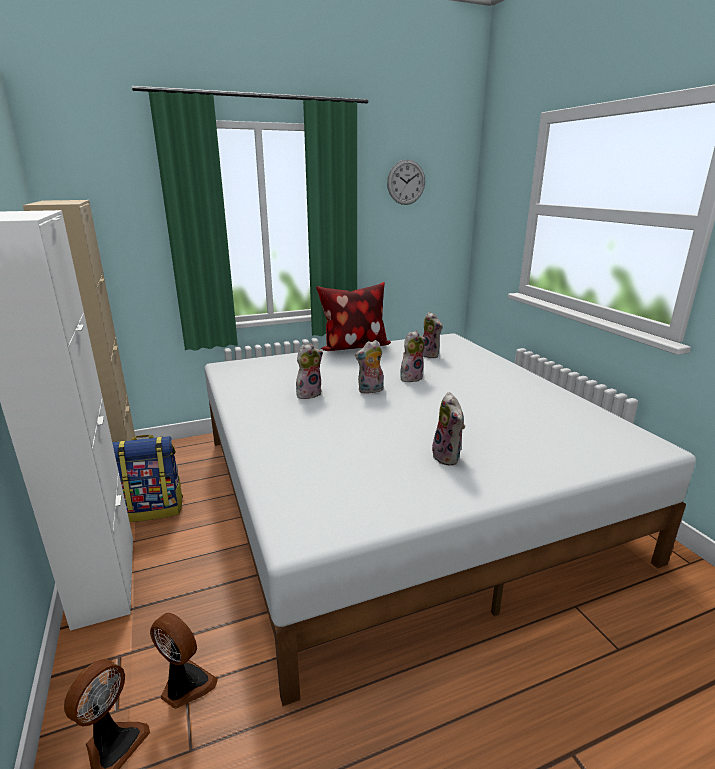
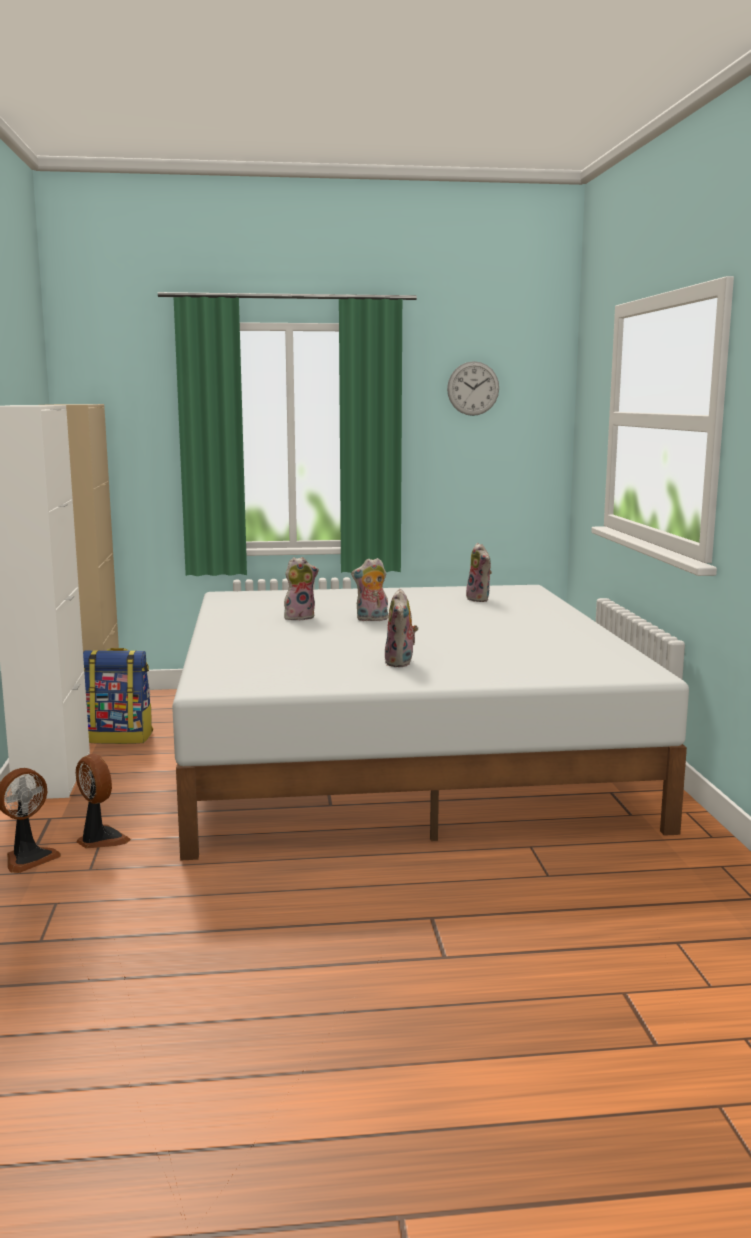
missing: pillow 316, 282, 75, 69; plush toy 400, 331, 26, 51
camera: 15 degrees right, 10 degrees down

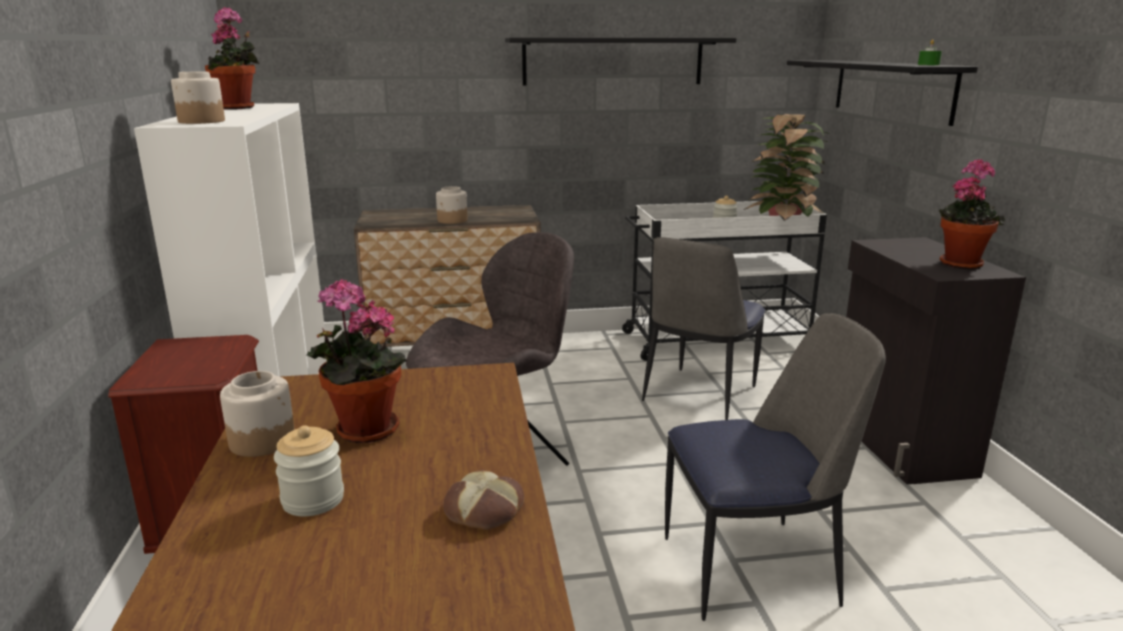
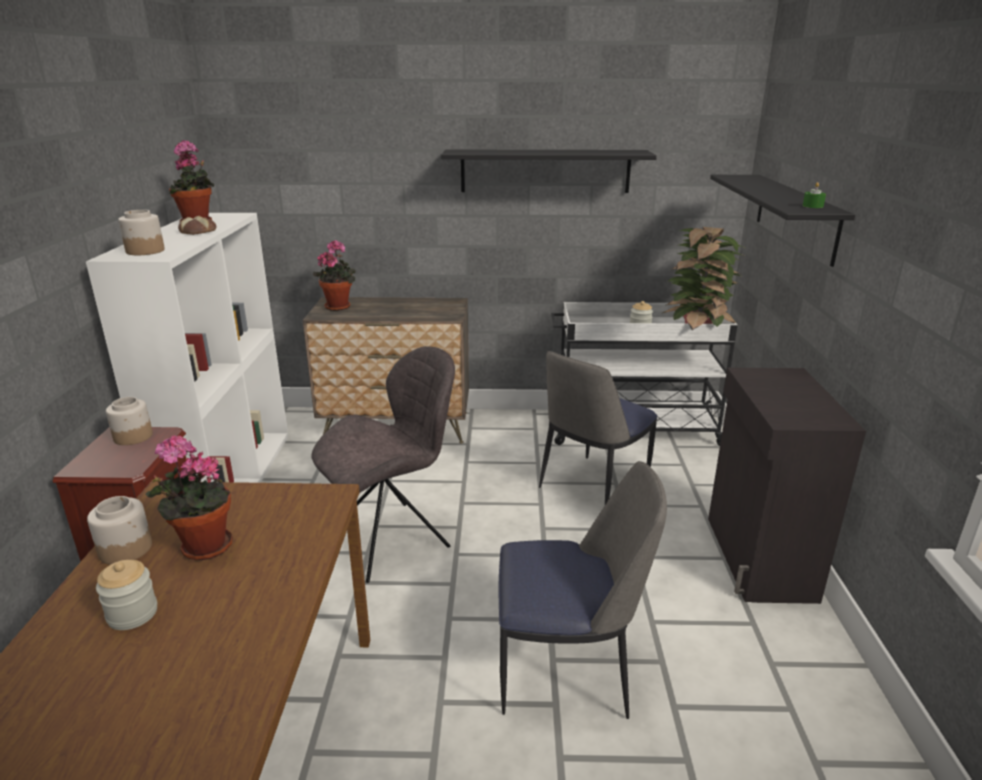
relocated: houseplant 939, 159, 66, 110 to 313, 240, 43, 71; jar 436, 186, 31, 38 to 106, 397, 47, 48; bread 443, 470, 81, 60 to 178, 216, 39, 19
camera: 10 degrees right, 5 degrees up

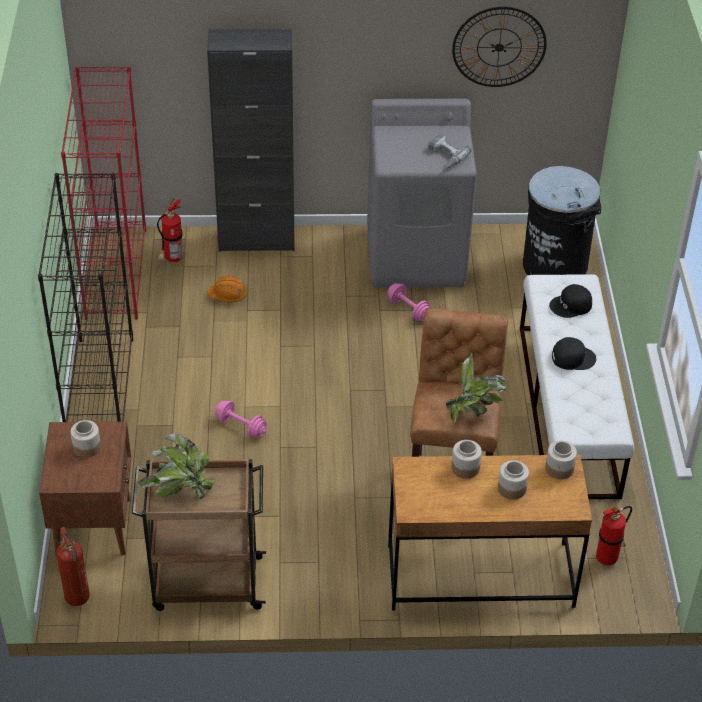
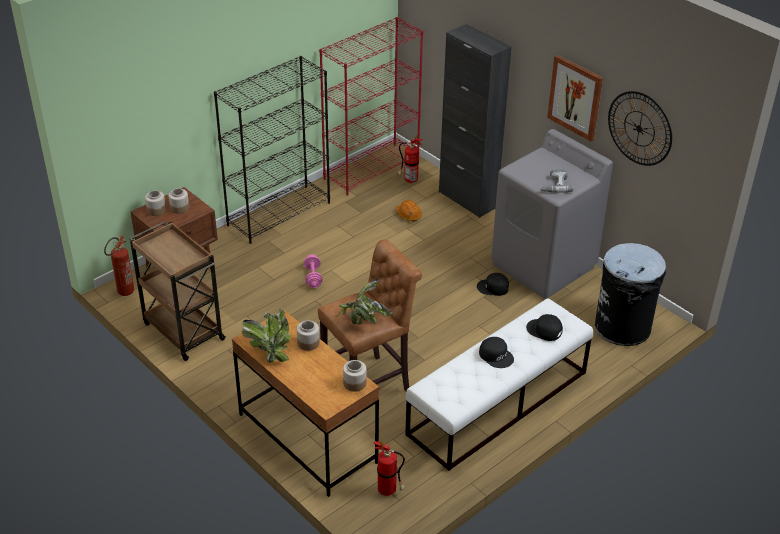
appeared: picture 547, 55, 56, 87
relocated: houseplant 138, 434, 78, 65 to 242, 309, 49, 53; jar 498, 460, 31, 40 to 145, 190, 21, 26
exchanged: pinkish dumbbell 387, 283, 44, 38 to black-coloured baseball cap 477, 273, 32, 23
camera: 50 degrees right, 5 degrees down

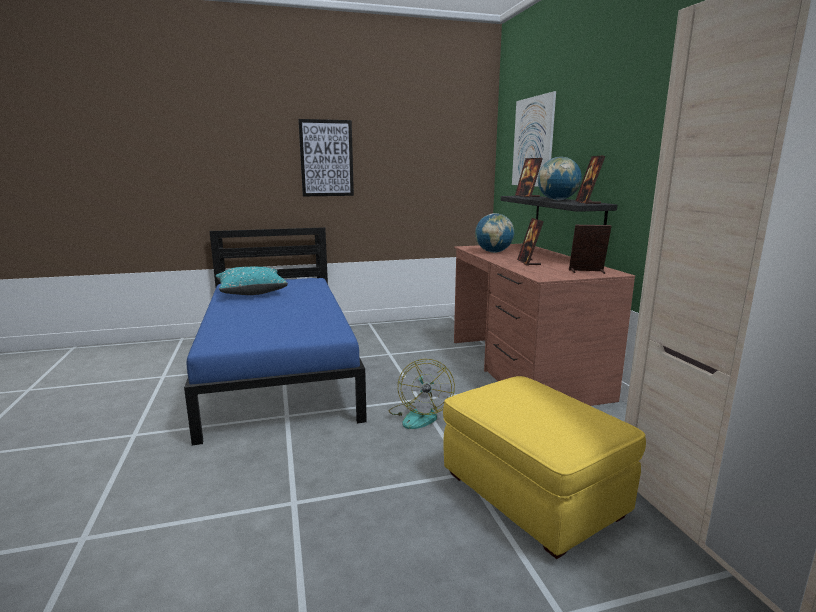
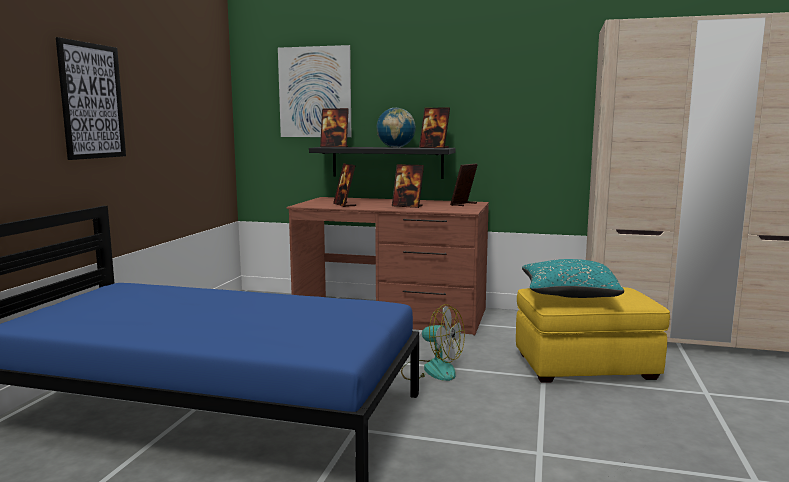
relocated: turquoise-coloured pillow 216, 267, 72, 28 to 522, 259, 102, 39
exchanged: world globe 475, 213, 39, 40 to picture frame 333, 163, 23, 44
camera: 60 degrees left, 5 degrees down

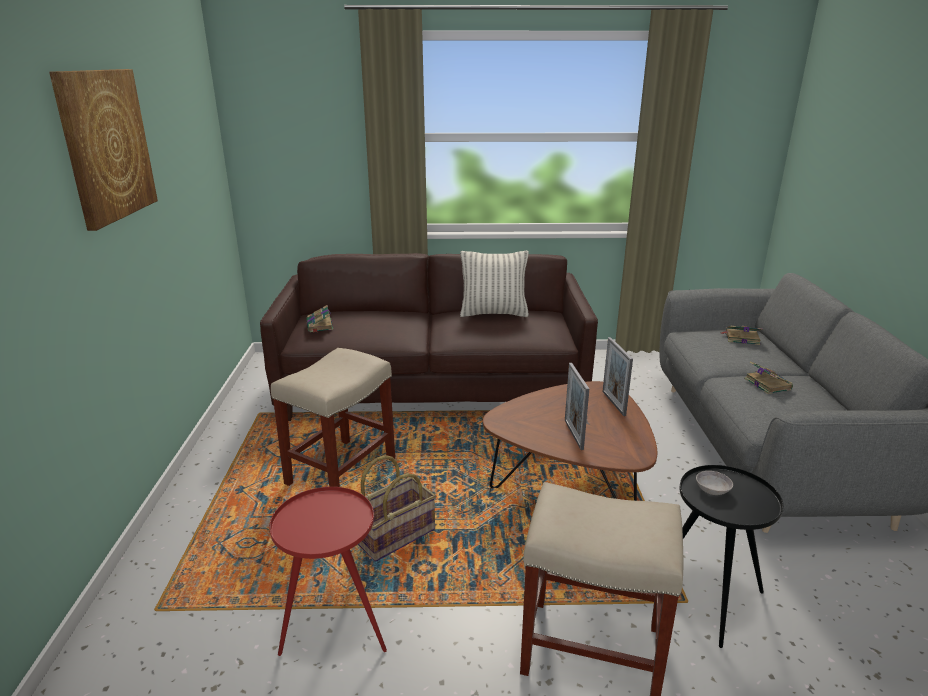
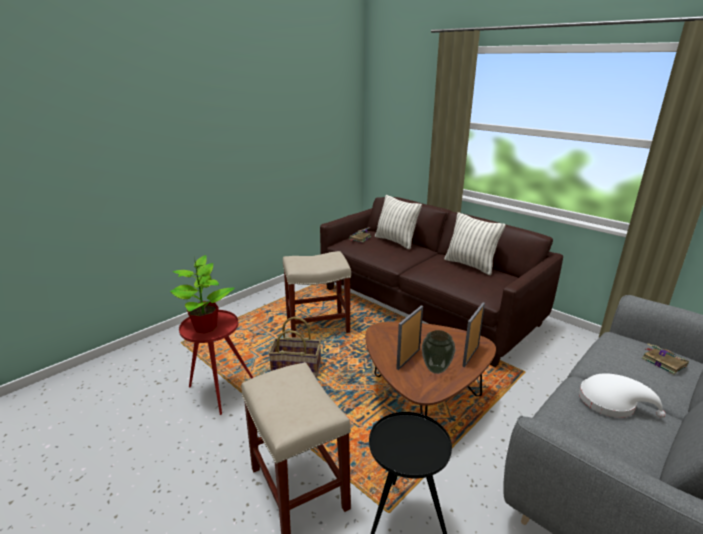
missing: picture 49, 69, 109, 162; gray deep dish 696, 471, 37, 24
appeared: pillow 375, 195, 47, 54; houseplant 170, 255, 65, 79; vase 422, 330, 33, 44
exchanged: volume 744, 361, 49, 33 to white-coloured wearable hat 579, 373, 87, 45
camera: 45 degrees right, 0 degrees up

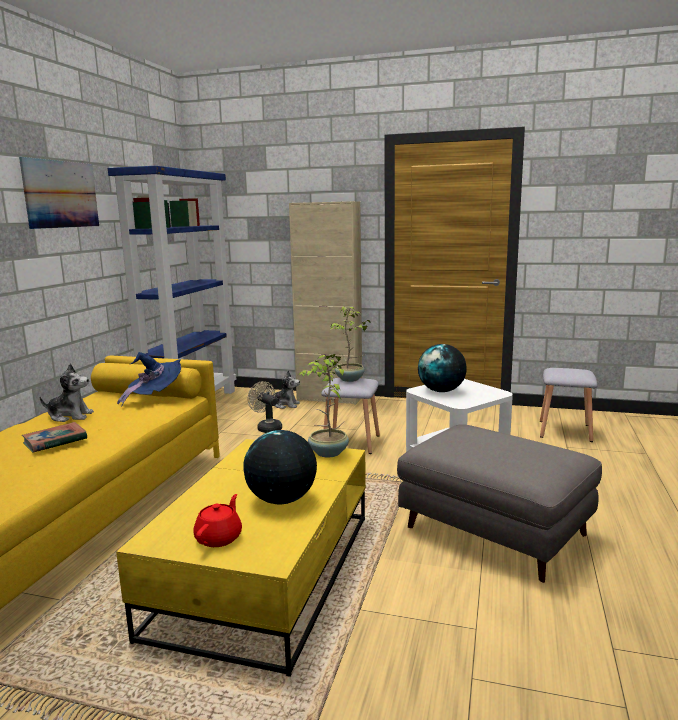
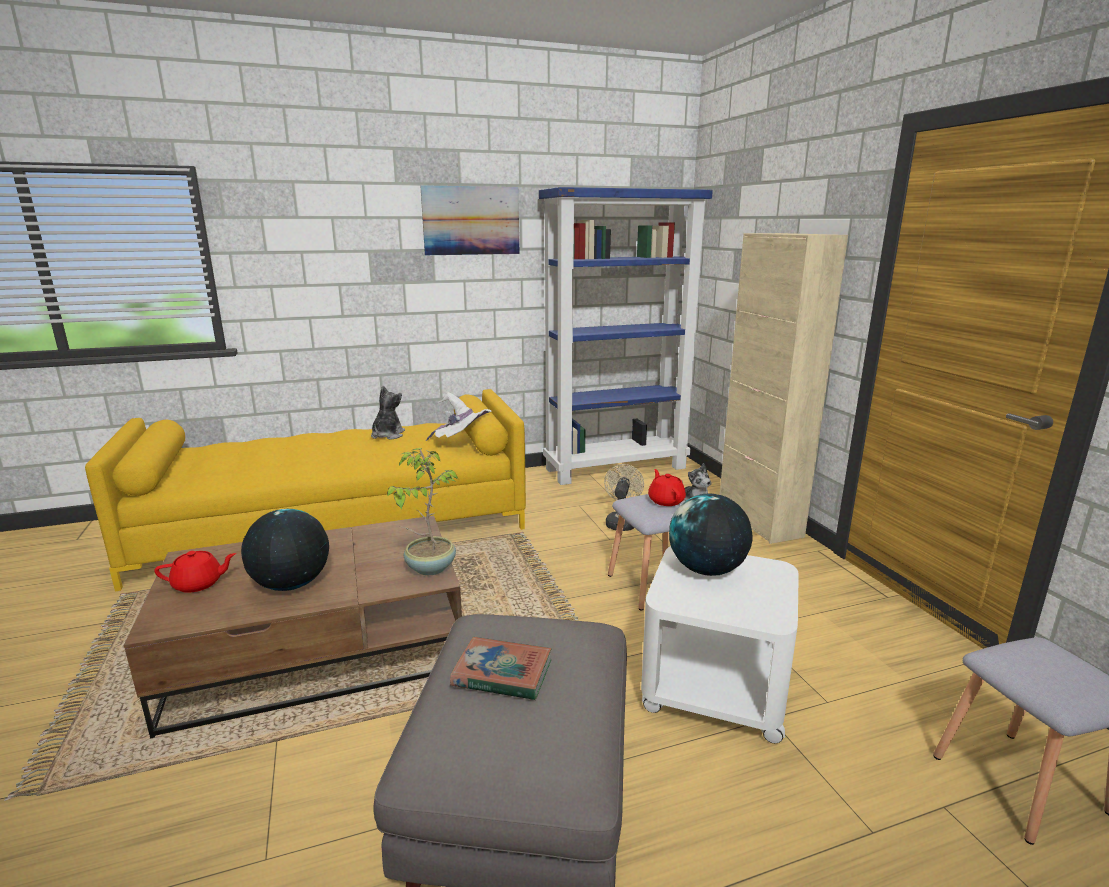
relocated: volume 22, 422, 65, 30 to 450, 637, 102, 63
exchanged: houseplant 330, 306, 41, 76 to red tea pot 648, 469, 38, 37
colour: blue wearable hat 117, 352, 64, 54 to white-coloured wearable hat 426, 392, 66, 49; yellow-coloured lounge table 116, 439, 250, 238 to brownish lounge table 124, 516, 338, 222
spun: plush toy 39, 364, 55, 58 = 371, 386, 34, 54 135 degrees counterclockwise
camera: 55 degrees right, 5 degrees up

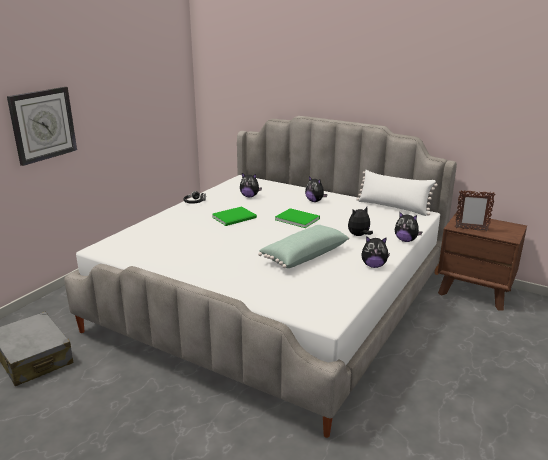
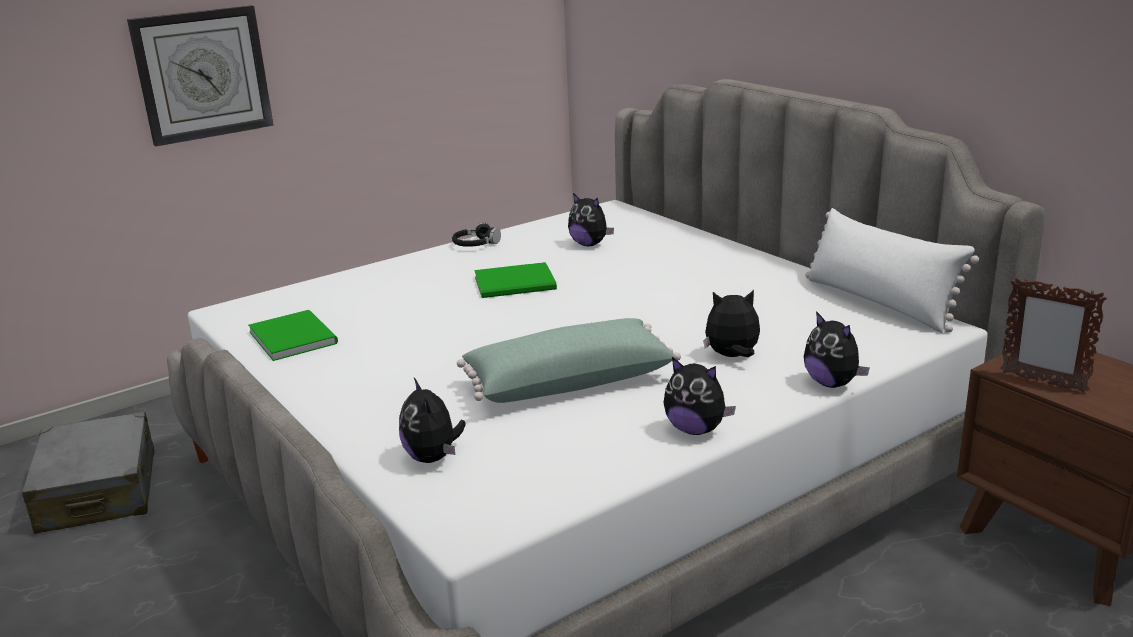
relocated: plush toy 305, 176, 22, 26 to 399, 378, 67, 85; green-coloured volume 275, 208, 45, 20 to 248, 310, 90, 51
camera: 25 degrees right, 0 degrees up

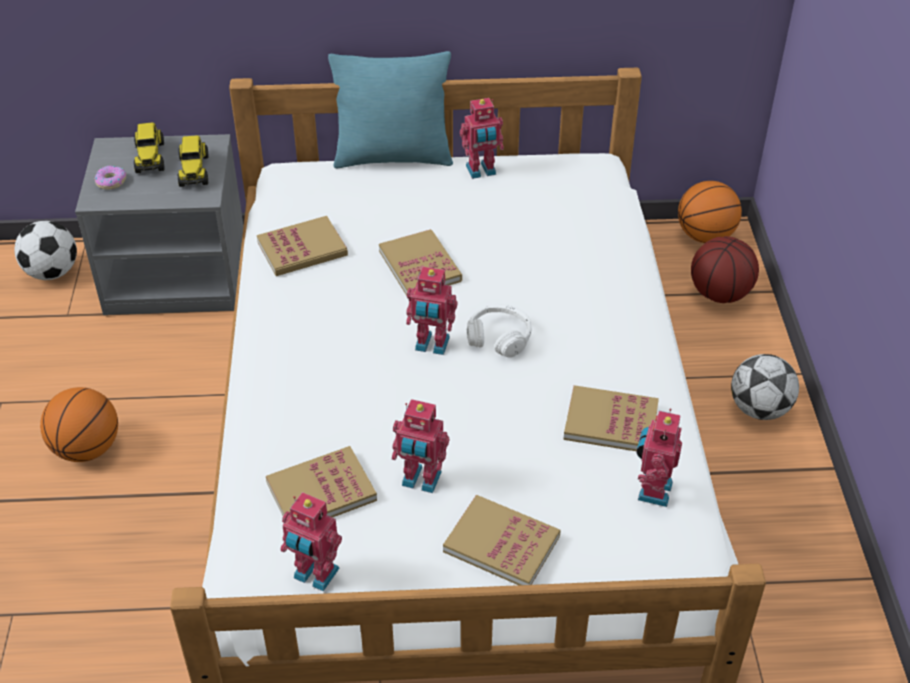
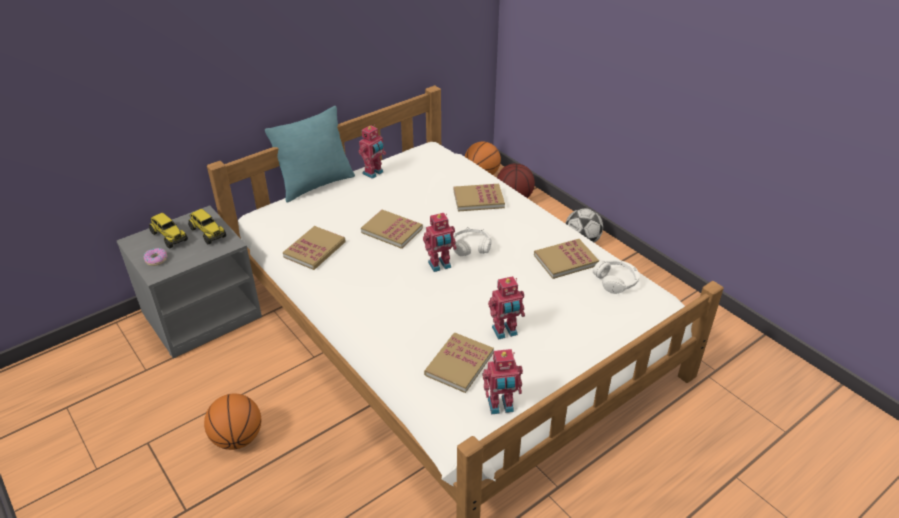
missing: ball for football 14, 221, 63, 59
relocated: volume 443, 495, 118, 90 to 454, 184, 51, 27
exchanged: toy robot 636, 409, 46, 98 to white-coloured pair of headphones 593, 260, 47, 34
camera: 35 degrees left, 5 degrees down

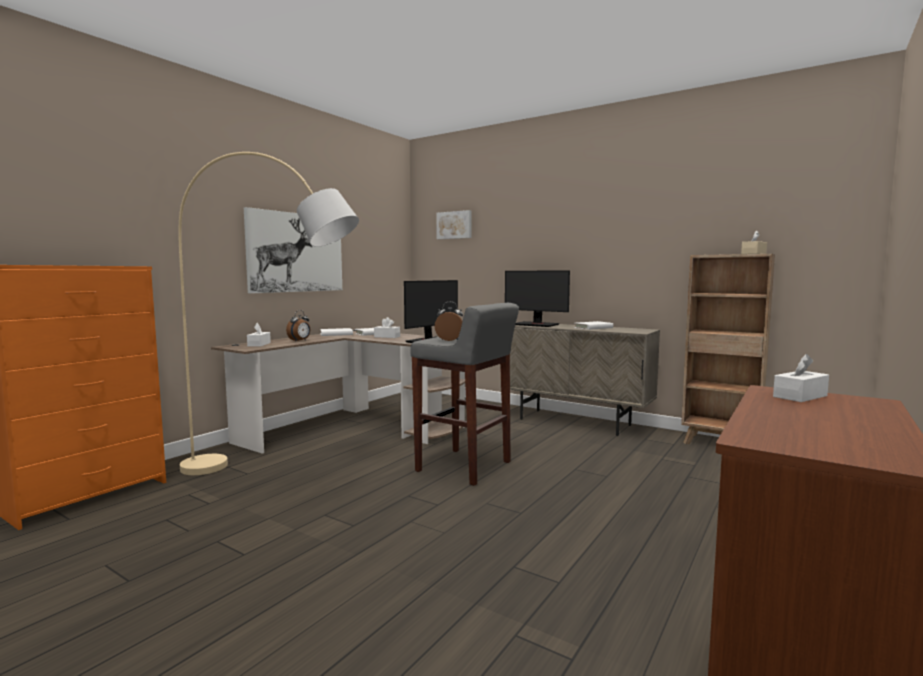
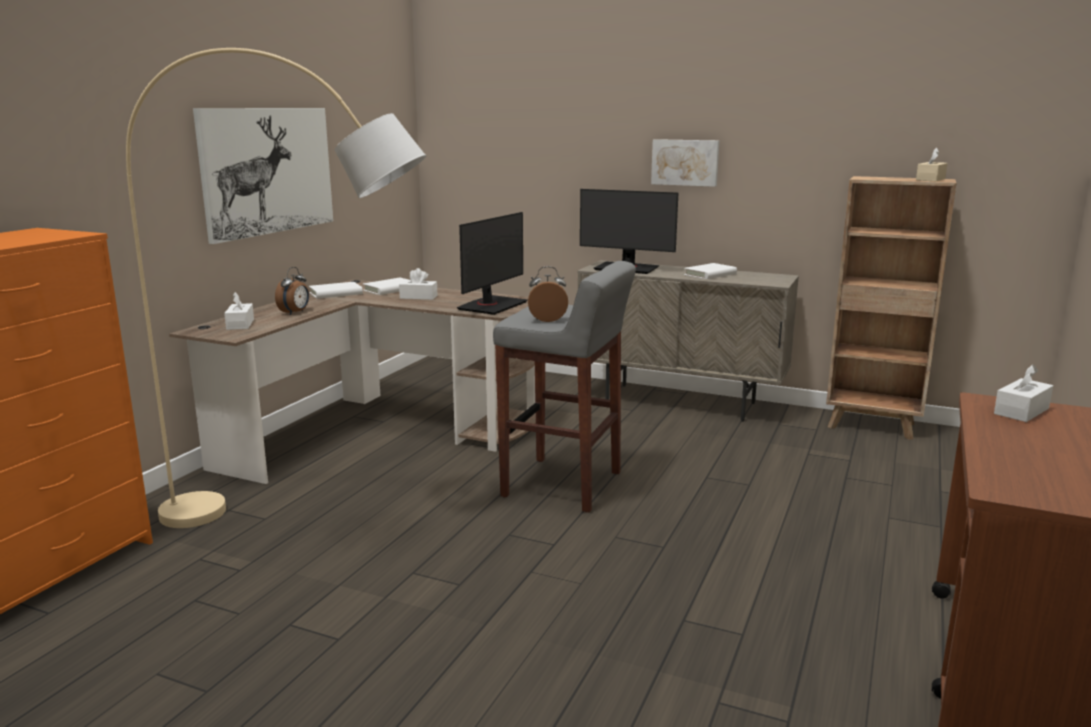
relocated: picture 436, 210, 35, 29 to 651, 139, 68, 48
camera: 10 degrees left, 10 degrees up

